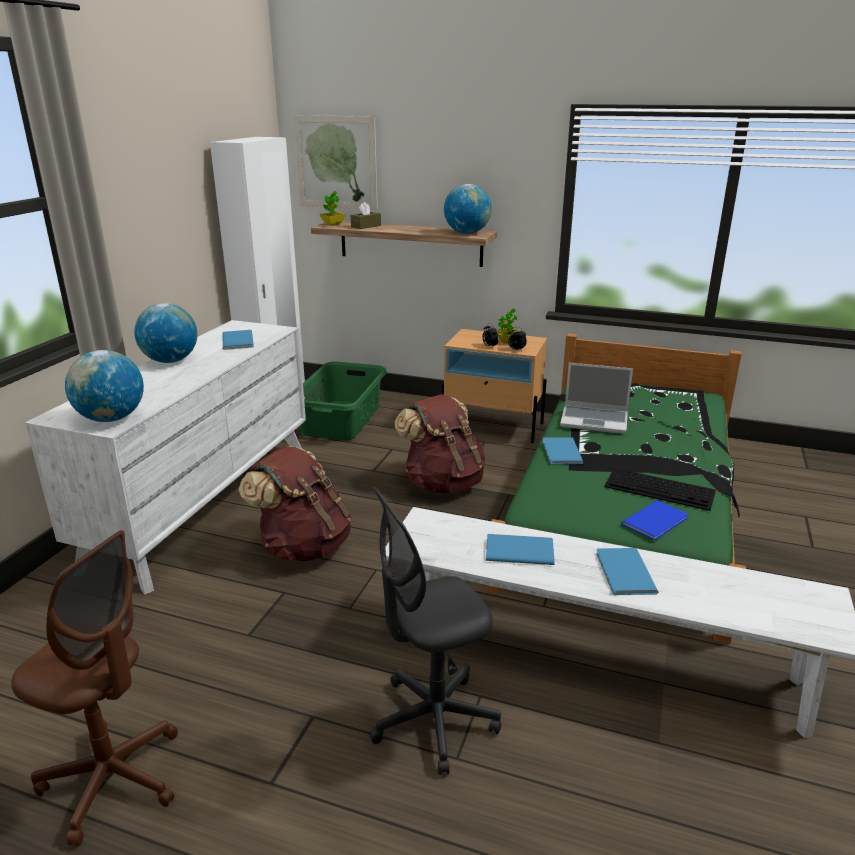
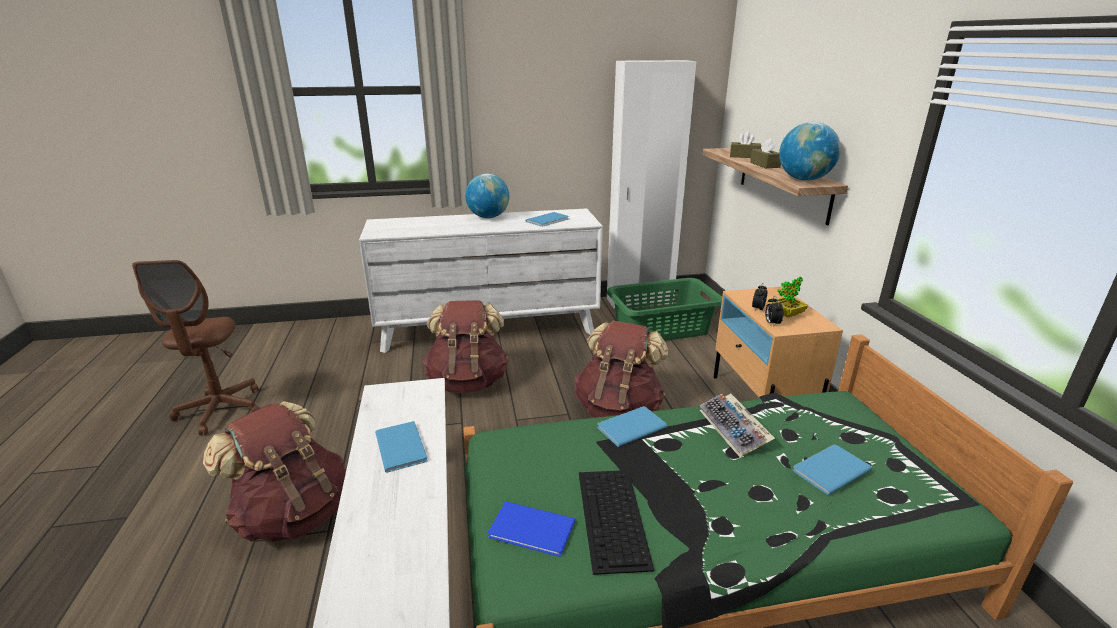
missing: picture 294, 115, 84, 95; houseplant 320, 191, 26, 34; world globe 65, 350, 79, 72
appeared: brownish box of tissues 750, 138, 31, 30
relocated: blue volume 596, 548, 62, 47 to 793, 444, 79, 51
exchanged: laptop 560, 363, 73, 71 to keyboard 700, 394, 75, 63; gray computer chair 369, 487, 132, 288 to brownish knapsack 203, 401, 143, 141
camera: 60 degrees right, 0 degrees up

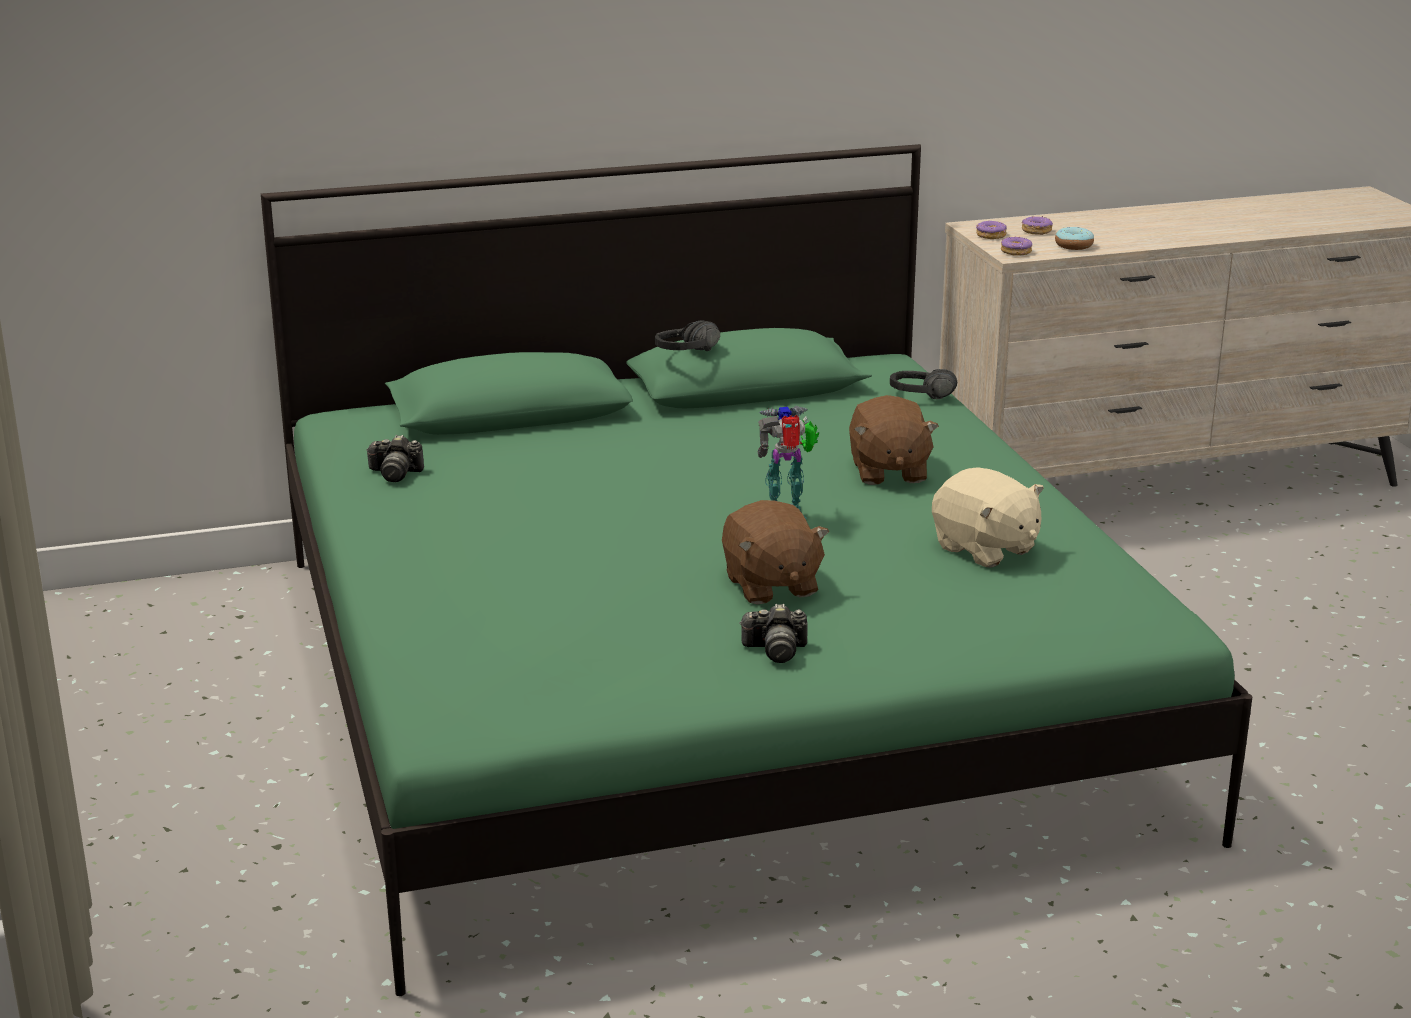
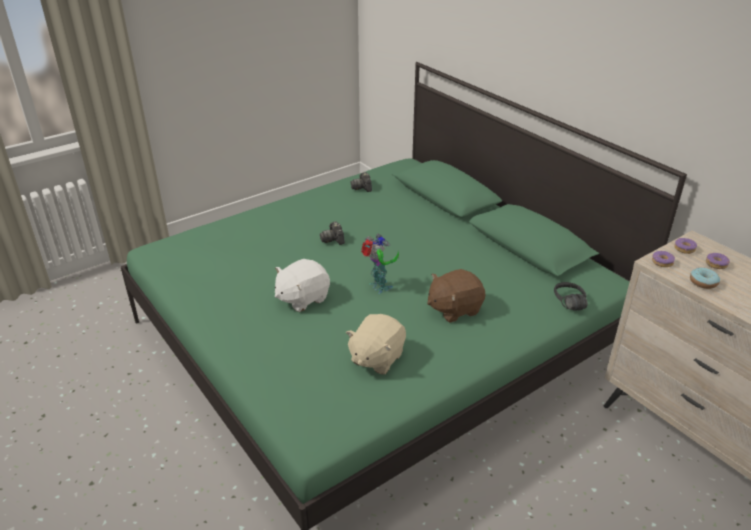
missing: black-coloured pair of headphones 655, 320, 65, 31
relocated: photo camera 739, 604, 69, 59 to 320, 221, 25, 24
colour: brownish plush toy 722, 500, 107, 105 to white-coloured plush toy 275, 259, 55, 53
camera: 70 degrees right, 10 degrees up

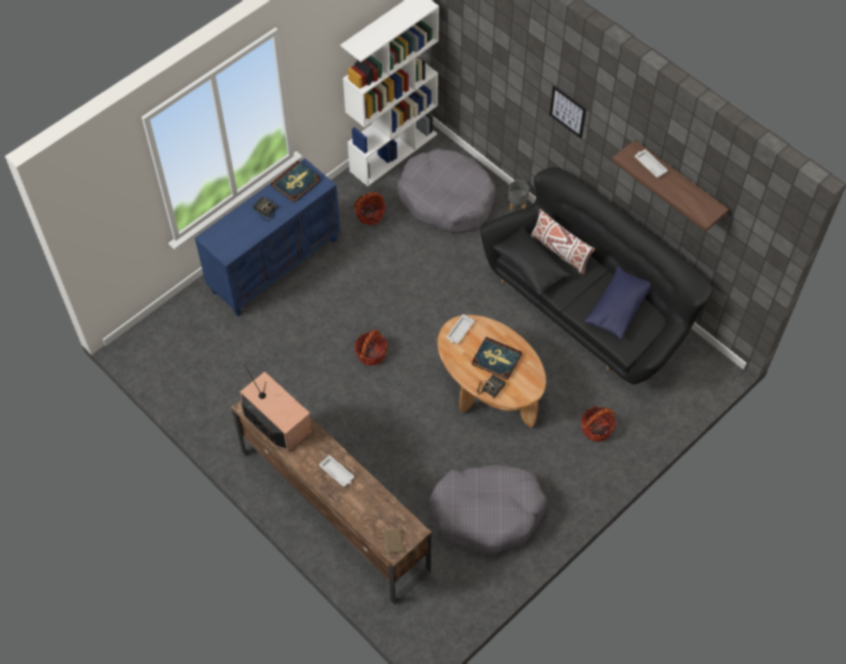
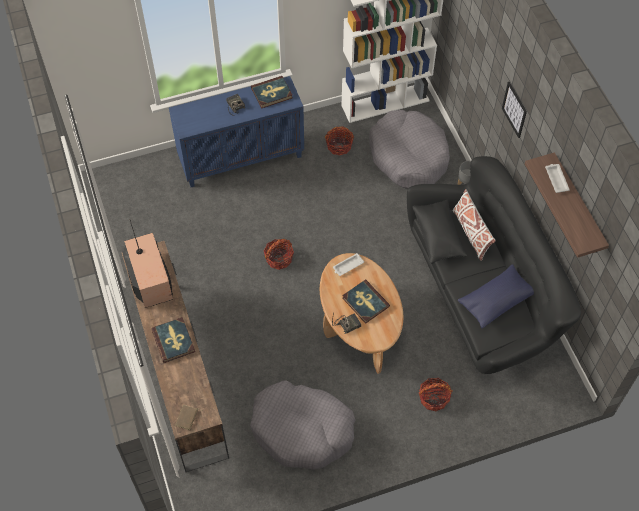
exchanged: white-coloured carrying tray 319, 455, 35, 32 to volume 151, 317, 44, 46
camera: 25 degrees right, 0 degrees up

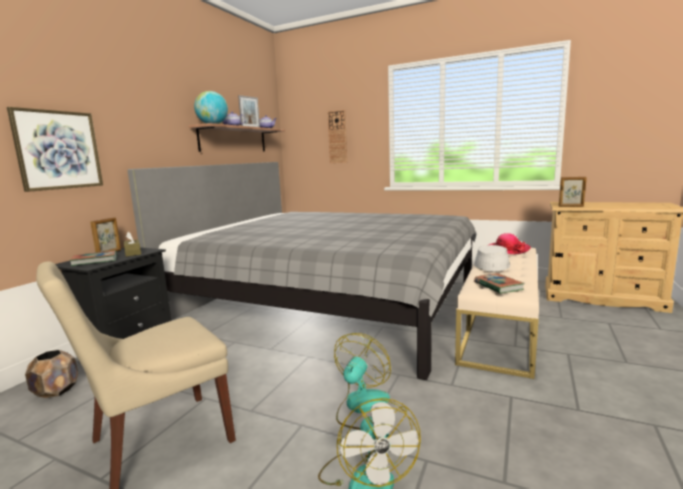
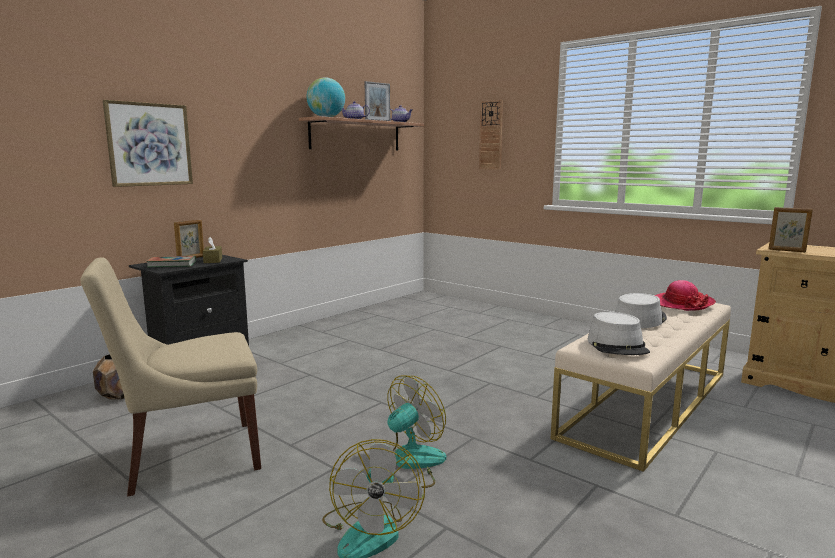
missing: gray bed 127, 162, 349, 218
exchanged: volume 474, 273, 51, 21 to gray wearable hat 588, 312, 62, 43
camera: 15 degrees right, 0 degrees up

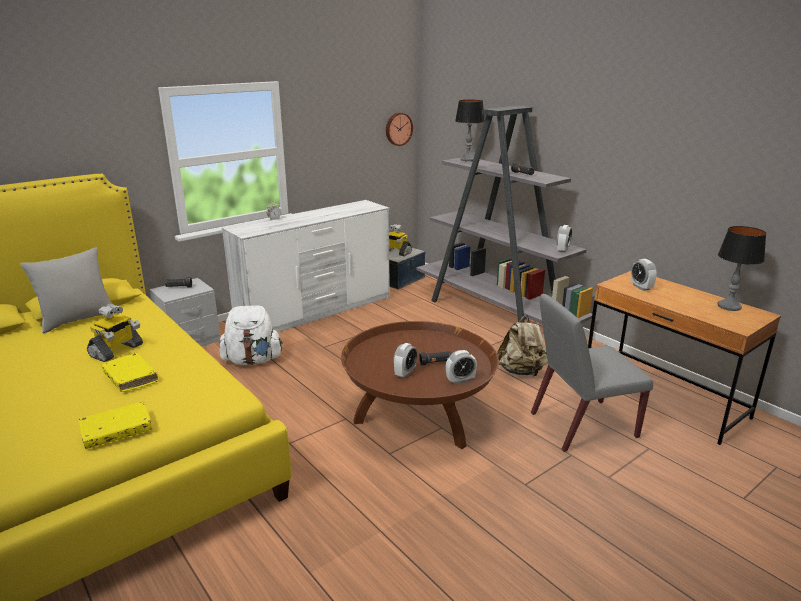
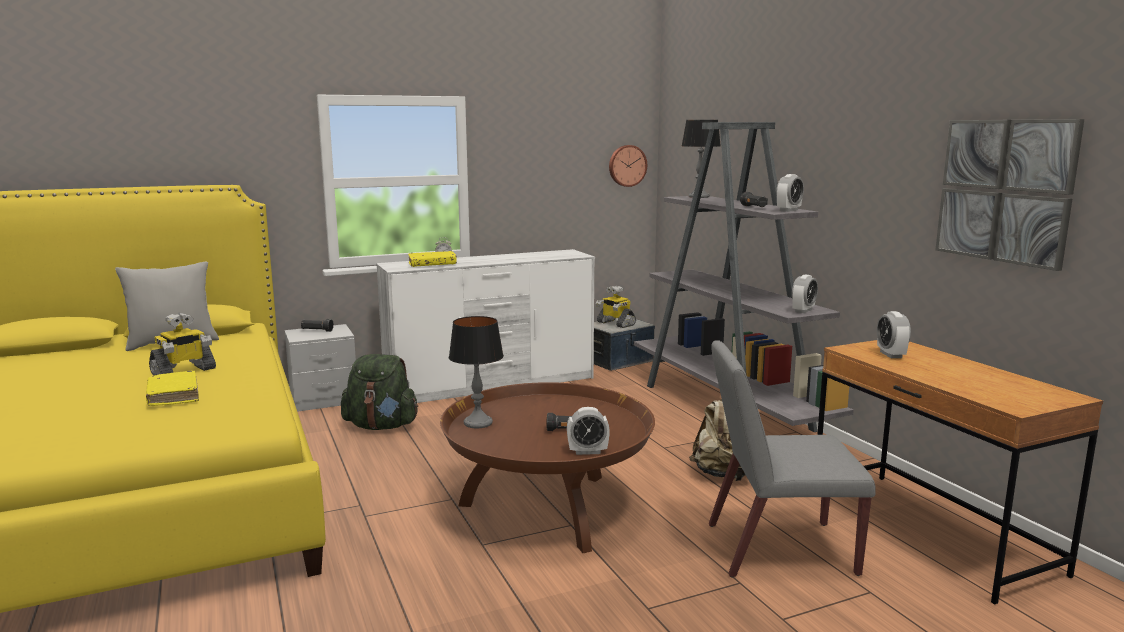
appeared: picture 935, 119, 149, 152
relocated: table lamp 718, 226, 48, 85 to 449, 316, 55, 112; table clock 393, 343, 25, 35 to 776, 174, 28, 38; yellow-coloured volume 79, 402, 73, 47 to 408, 251, 49, 16
colour: white-coloured knapsack 219, 305, 64, 60 to green-coloured knapsack 341, 354, 77, 76
camera: 15 degrees right, 10 degrees down

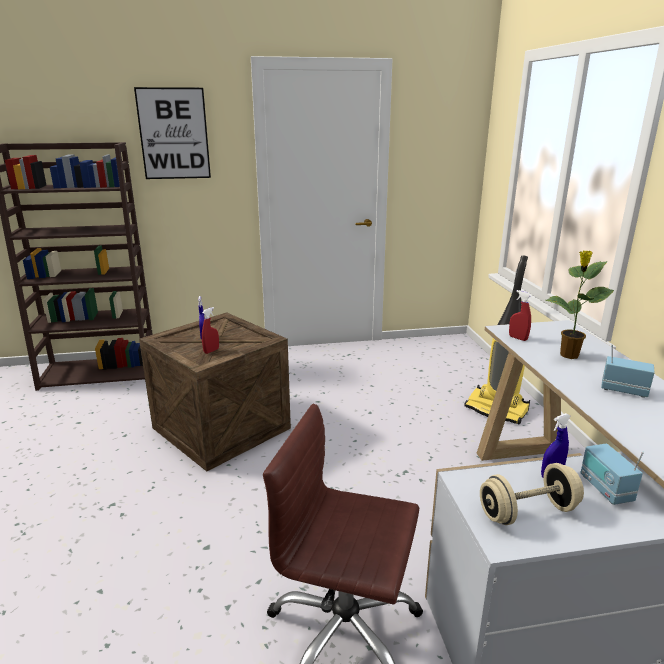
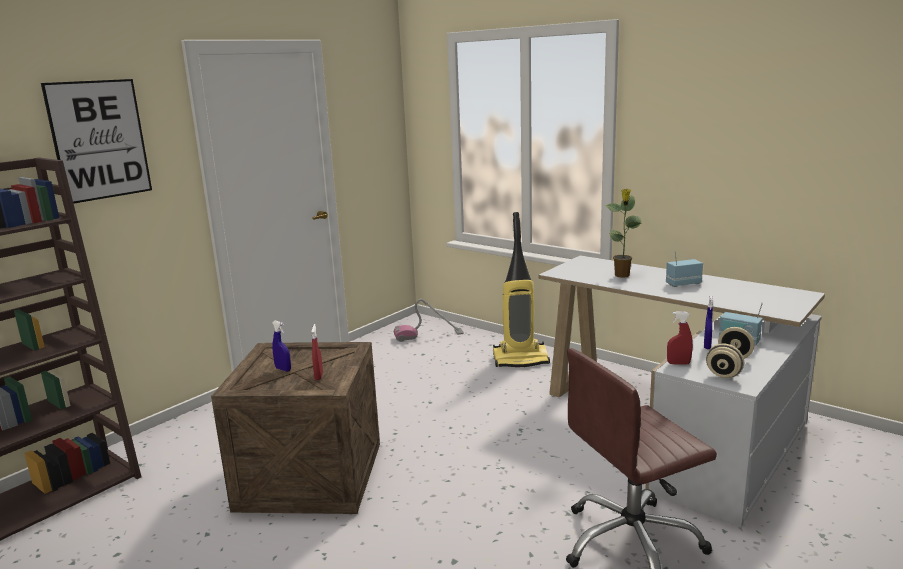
appeared: vacuum cleaner 394, 299, 70, 43
relocated: red sprayer 509, 290, 23, 51 to 667, 311, 26, 54
camera: 40 degrees left, 5 degrees down

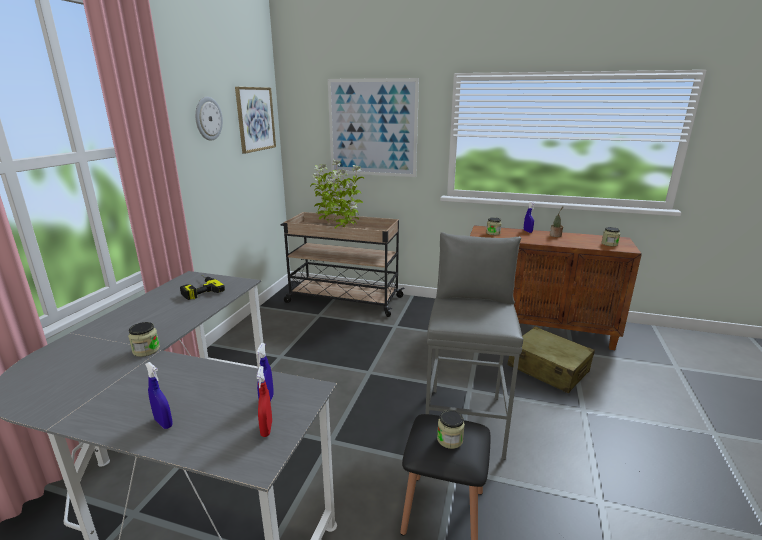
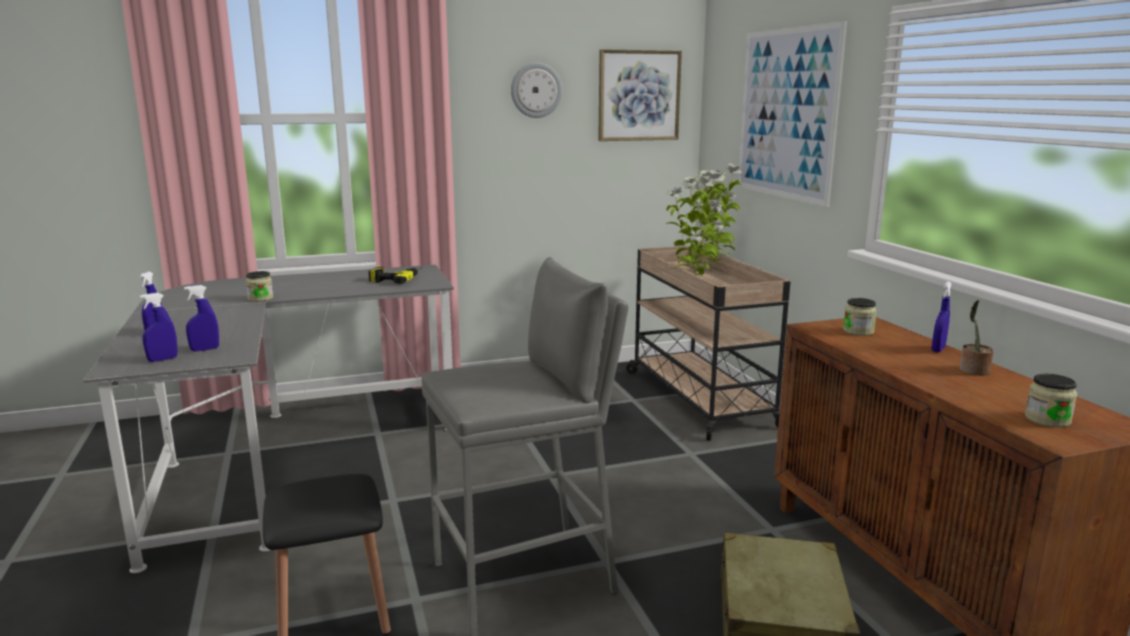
missing: jar 437, 410, 28, 39
colour: red sprayer 257, 366, 15, 71 to blue sprayer 140, 293, 37, 69
camera: 55 degrees right, 5 degrees down

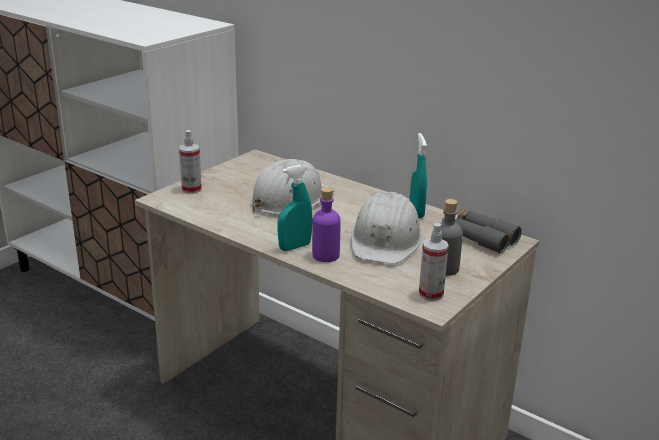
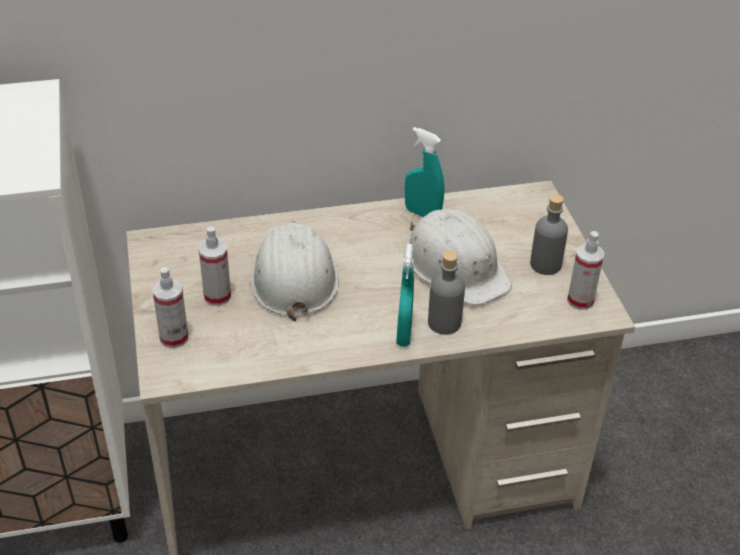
missing: gray field glasses 442, 209, 80, 44
appeared: sprayer 198, 226, 33, 80
colour: purplish drink bottle 312, 187, 28, 75 to gray drink bottle 428, 251, 37, 84
camera: 50 degrees left, 15 degrees up

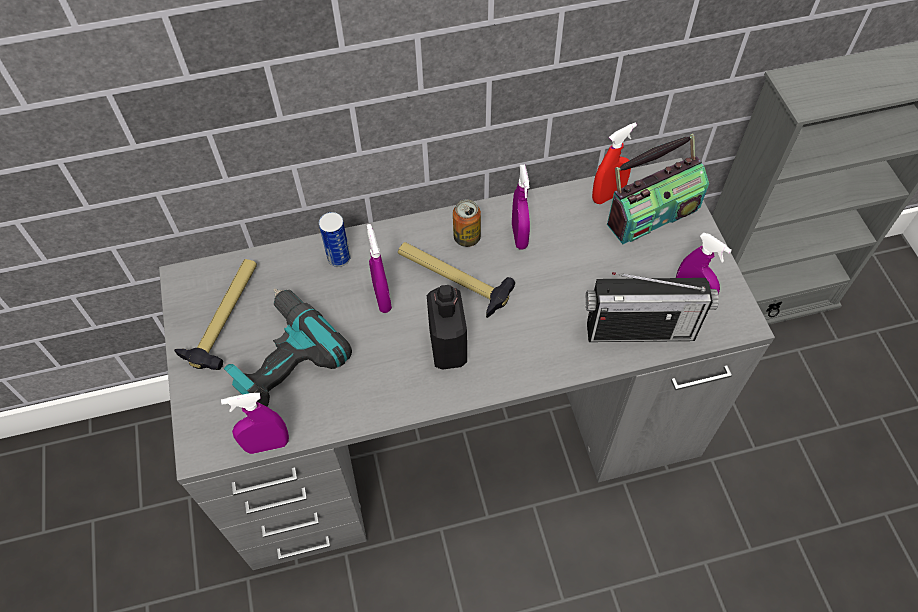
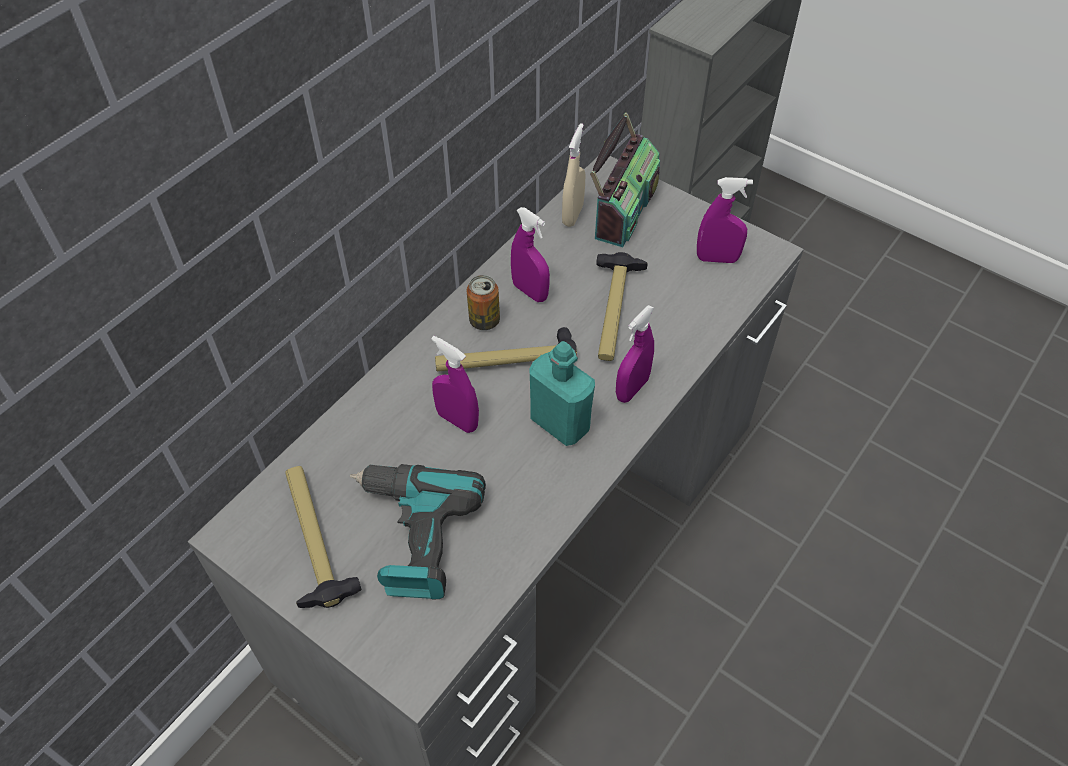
missing: sealed can 319, 212, 32, 55; radio set 585, 272, 134, 70
appeared: hand hammer 596, 252, 52, 109
relocated: purplish sprayer 221, 393, 68, 61 to 616, 305, 38, 98
colour: red sprayer 592, 123, 45, 81 to sand-coloured sprayer 562, 123, 23, 104; black-coloured drink bottle 427, 285, 40, 85 to turquoise-coloured drink bottle 529, 341, 66, 105
camera: 40 degrees left, 5 degrees down

